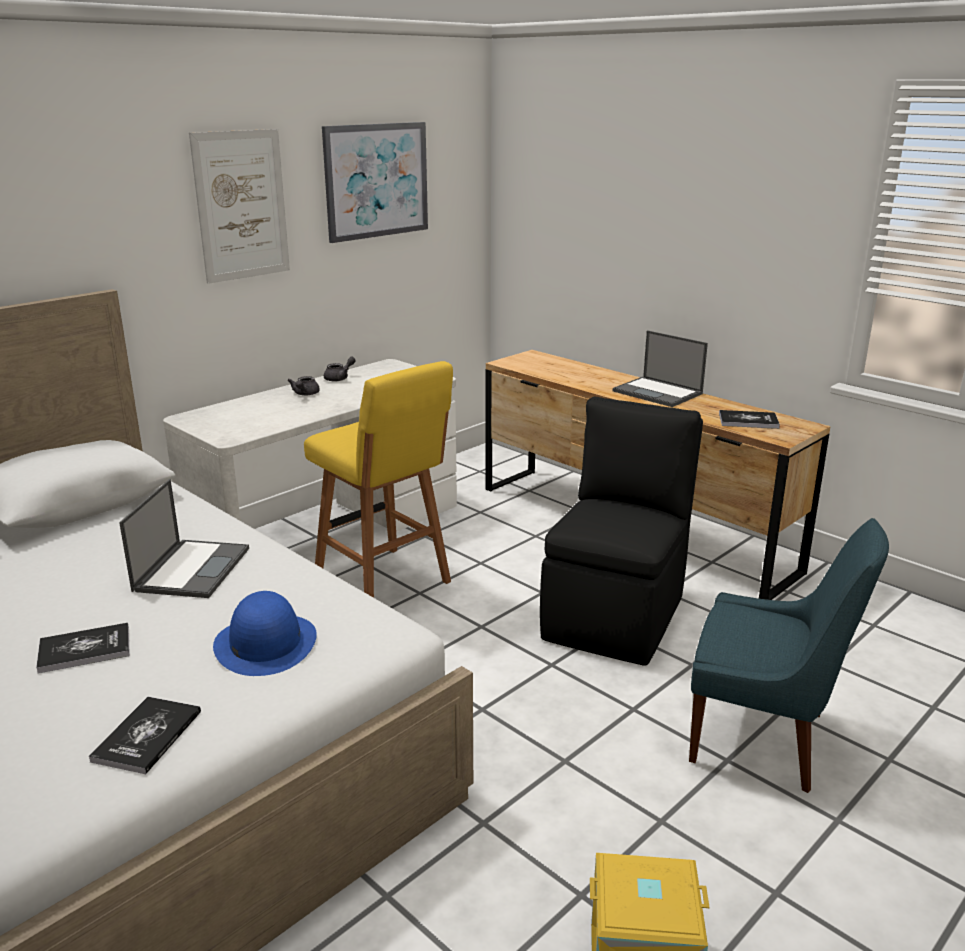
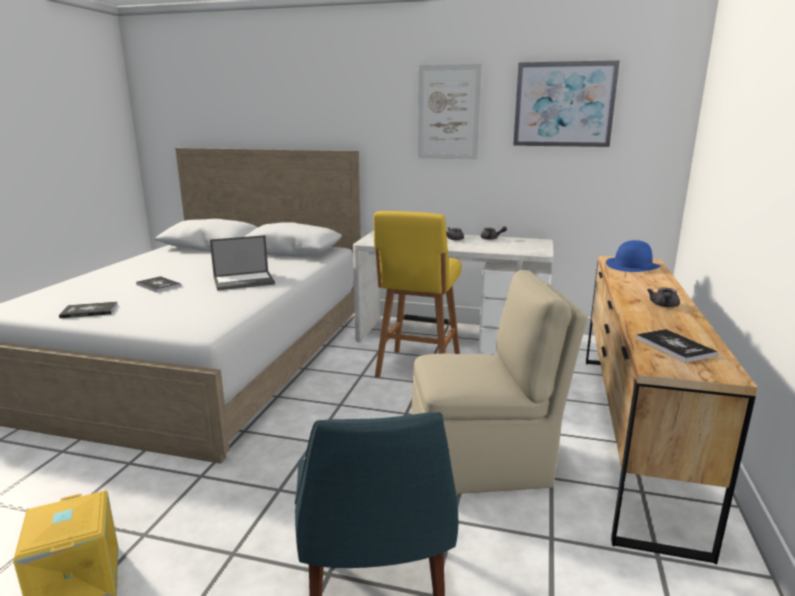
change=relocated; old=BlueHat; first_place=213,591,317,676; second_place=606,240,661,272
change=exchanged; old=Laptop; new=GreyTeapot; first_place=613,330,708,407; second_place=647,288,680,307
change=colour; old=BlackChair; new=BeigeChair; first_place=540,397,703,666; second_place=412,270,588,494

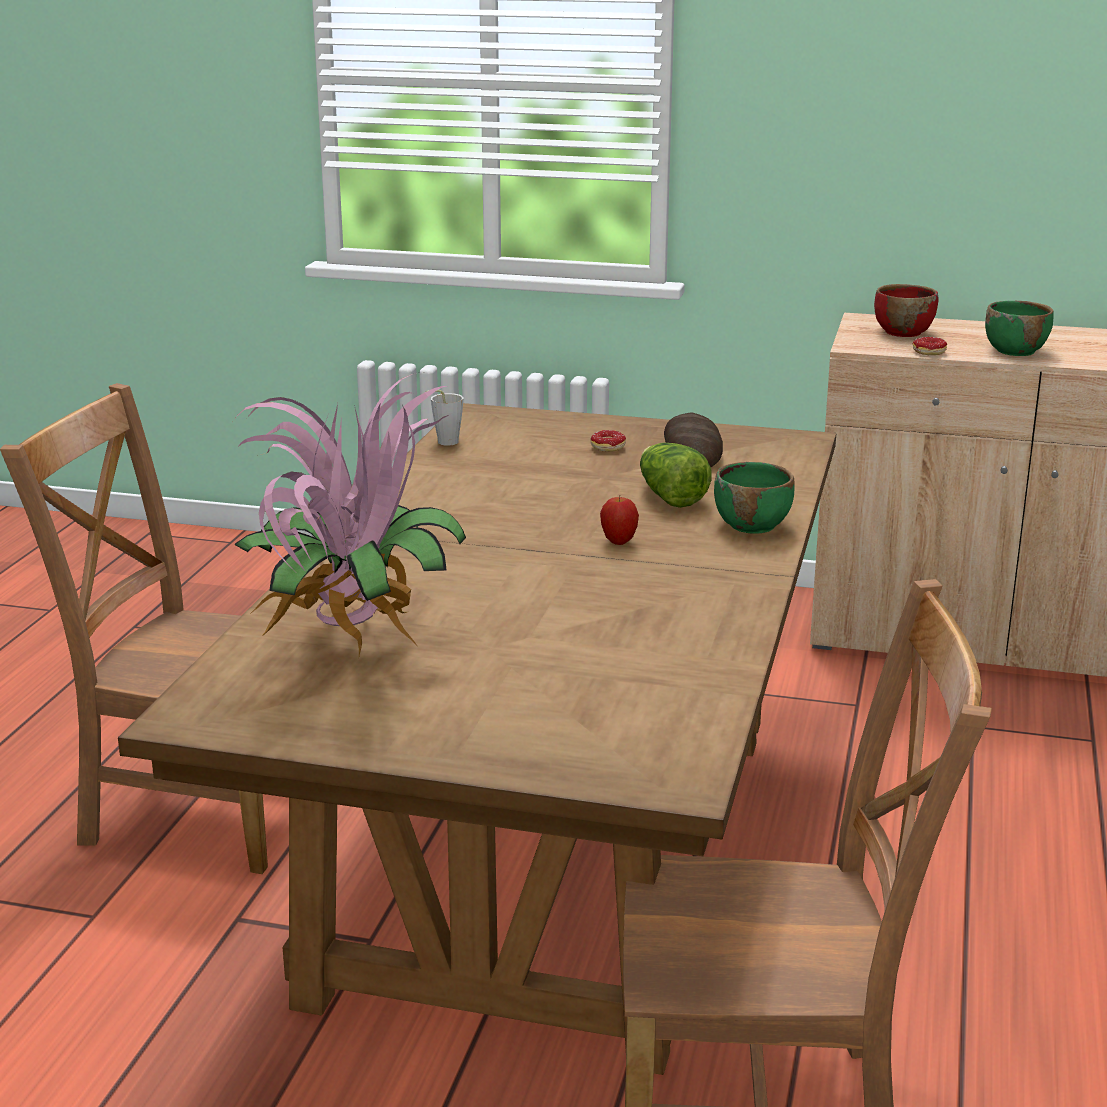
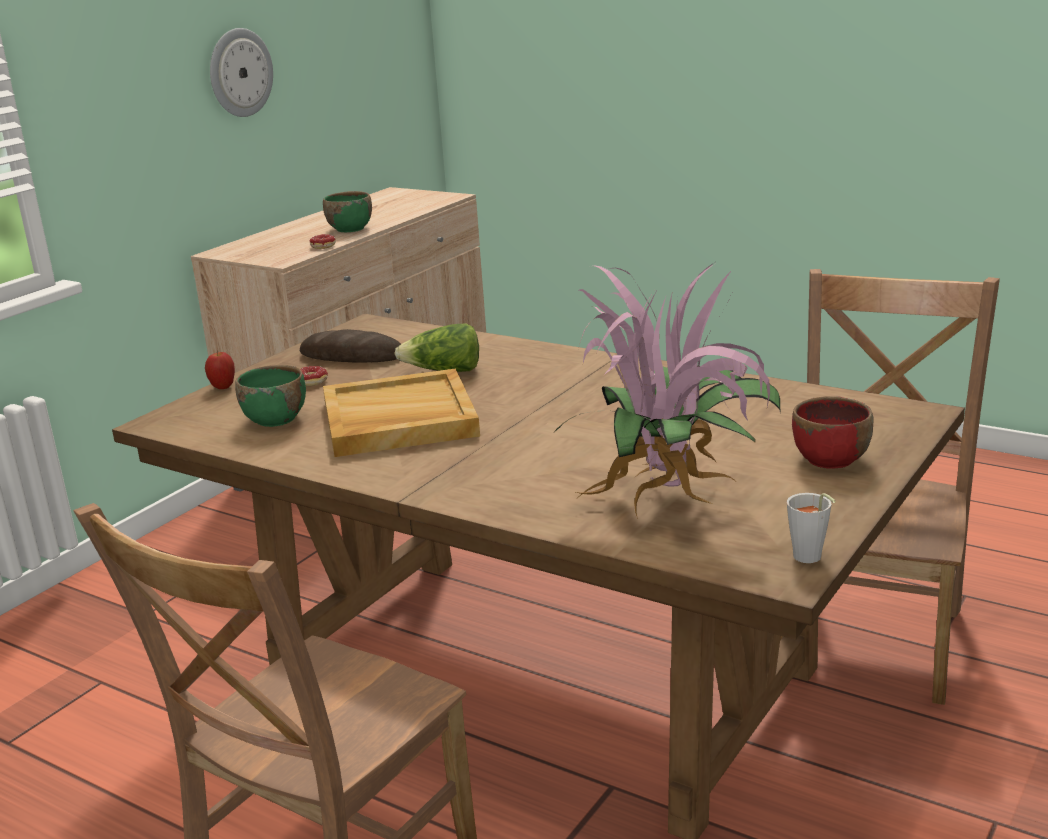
change=appeared; new=WallClock; second_place=210,28,273,117
change=appeared; new=BeigeTray; second_place=323,368,480,457
change=relocated; old=GreyCup; first_place=425,390,463,446; second_place=787,493,836,563
change=relocated; old=Apple; first_place=600,496,639,545; second_place=205,351,235,389
change=relocated; old=GreenBowl; first_place=714,462,794,534; second_place=235,365,306,427
change=relocated; old=RedBowl; first_place=874,284,938,337; second_place=792,396,873,469

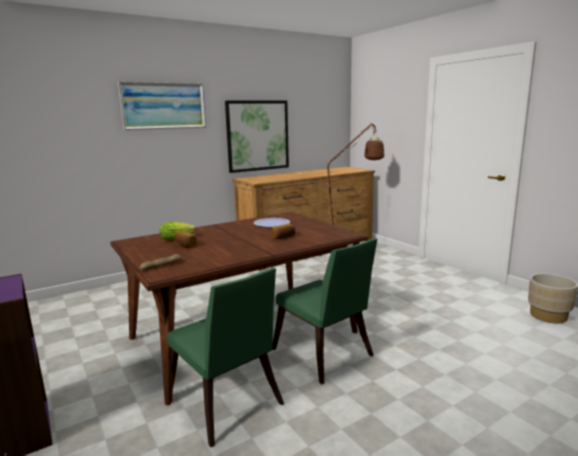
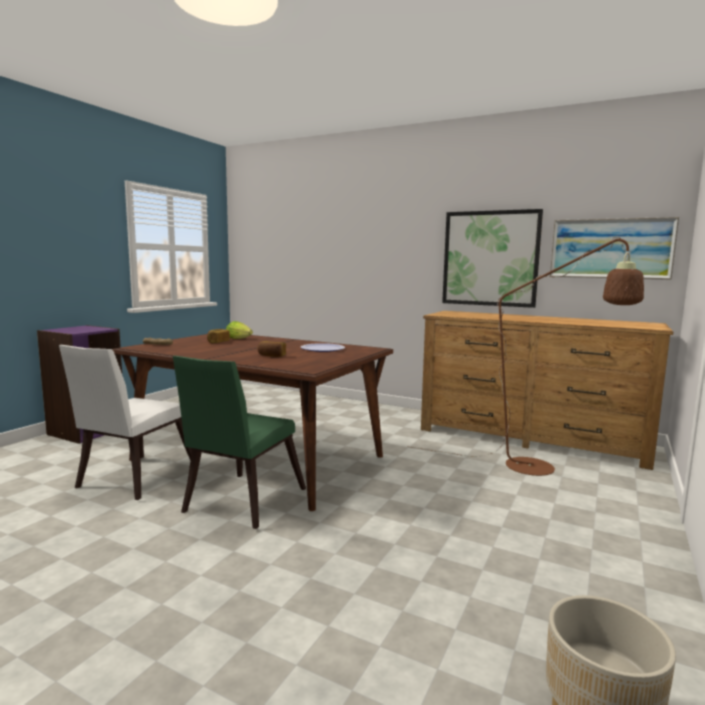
change=relocated; old=Picture; first_place=118,82,206,130; second_place=550,217,679,280
change=colour; old=GreenChair; new=WhiteChair; first_place=167,268,284,447; second_place=59,345,192,500

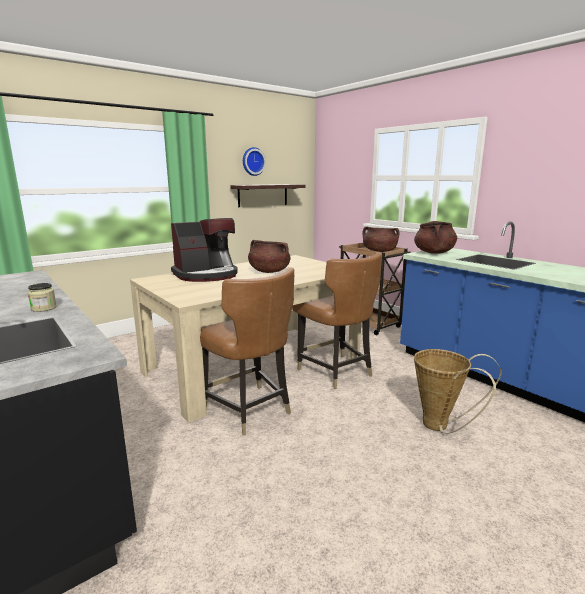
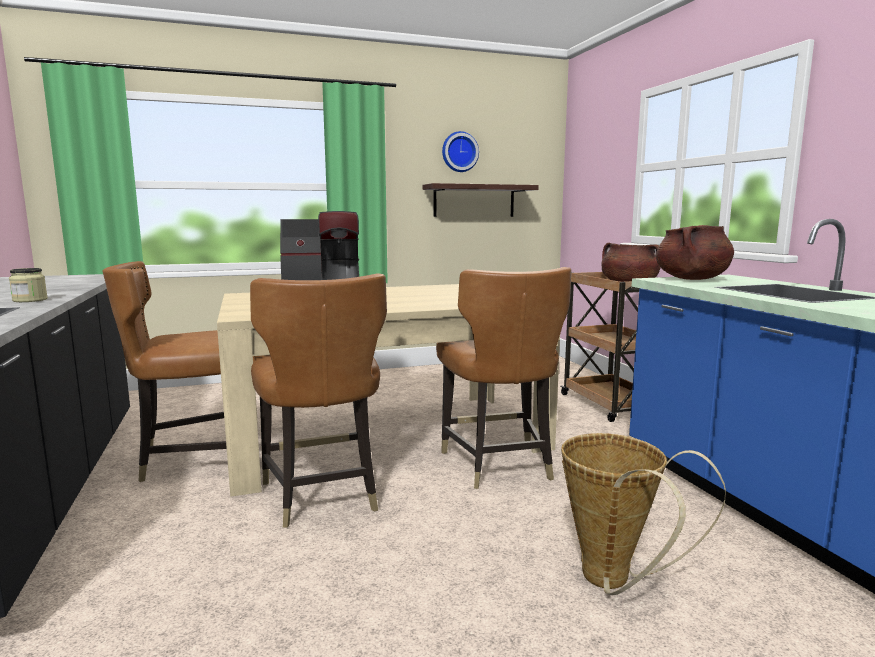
change=missing; old=BrownCookingPot; first_place=248,240,290,273
change=appeared; new=BrownChair; second_place=103,261,227,482

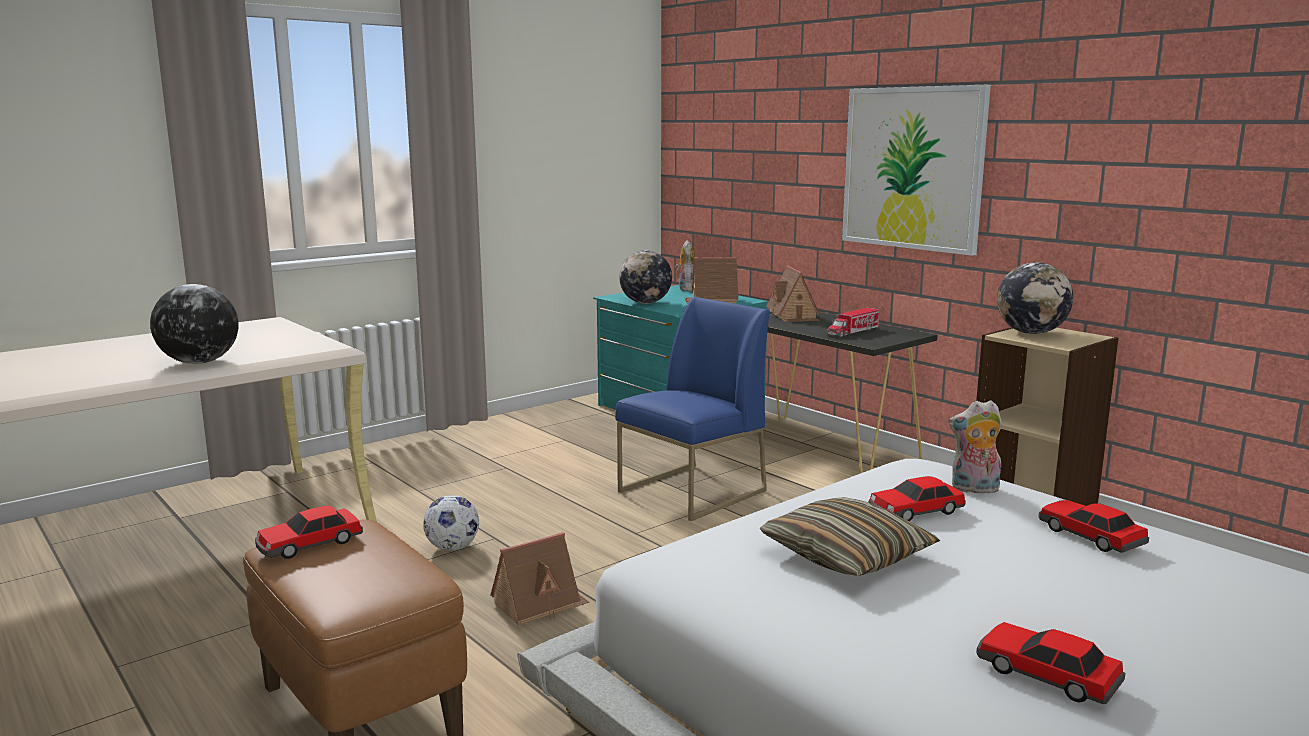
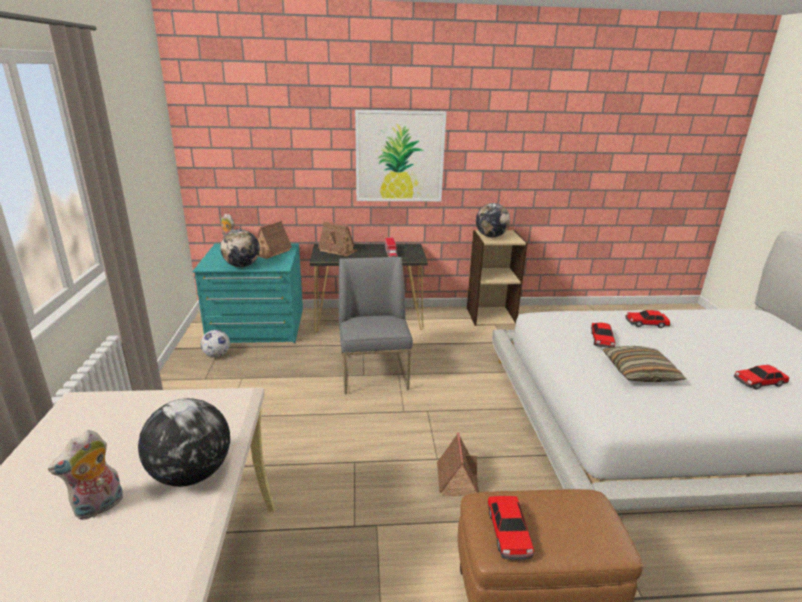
change=relocated; old=Football; first_place=423,495,479,551; second_place=201,330,230,357
change=relocated; old=PlushToy; first_place=948,400,1002,493; second_place=48,430,123,520
change=colour; old=BlueChair; new=GreyChair; first_place=615,297,769,521; second_place=339,257,413,394

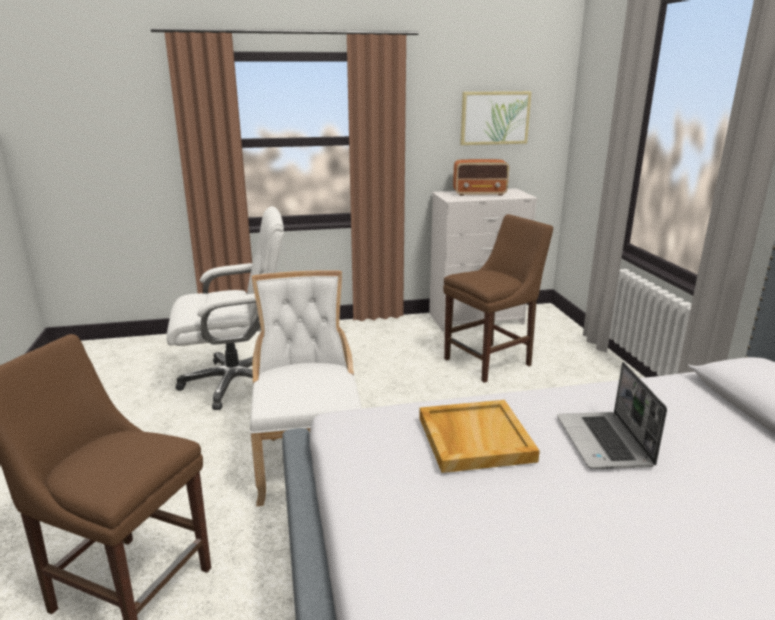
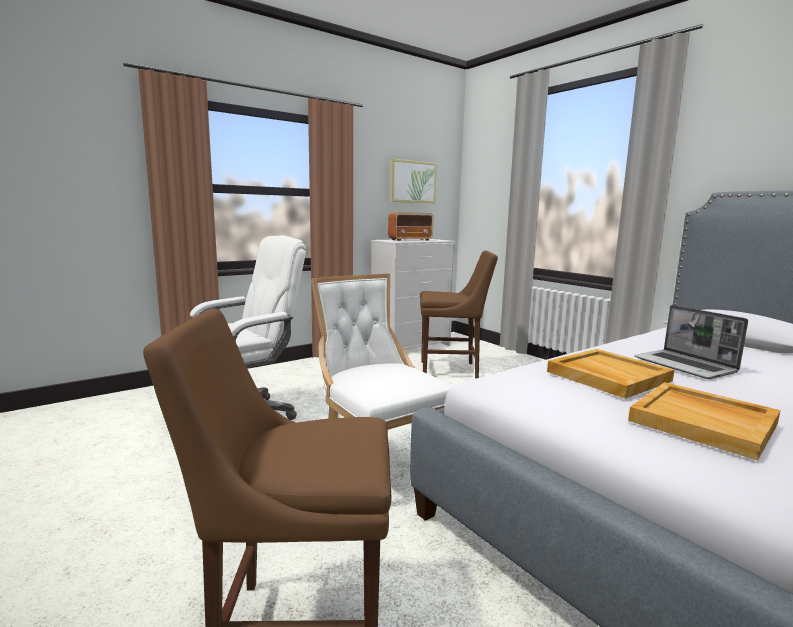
change=appeared; new=BeigeTray; second_place=628,382,781,461
change=spun; old=BrownChair; first_place=443,214,553,383; second_place=420,251,498,379; degrees=60

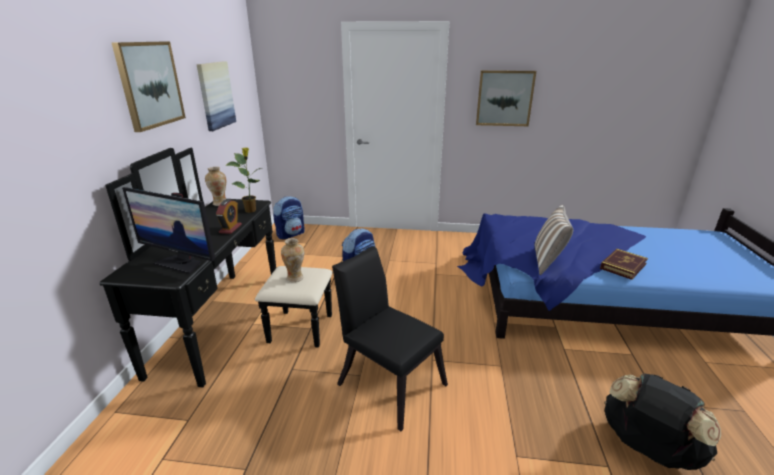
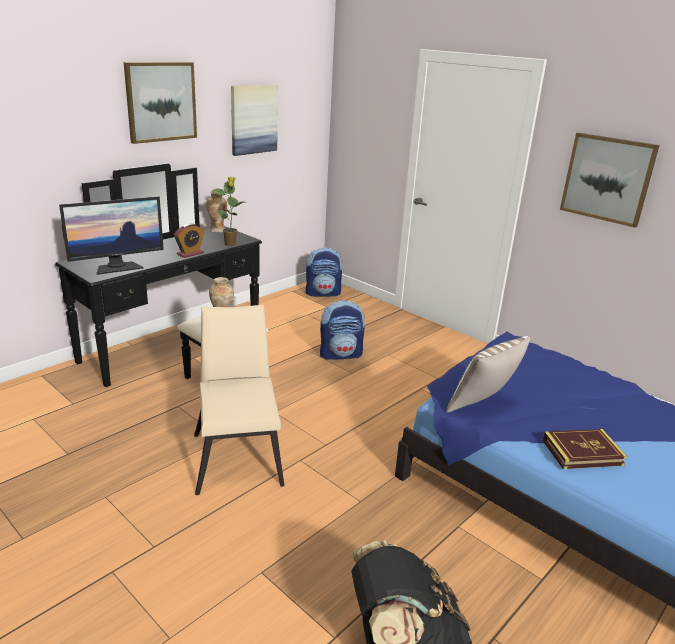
change=colour; old=BlackChair; new=BeigeChair; first_place=332,246,448,431; second_place=194,305,284,495
change=spun; old=Monitor; first_place=122,187,215,274; second_place=59,196,164,275; degrees=-90

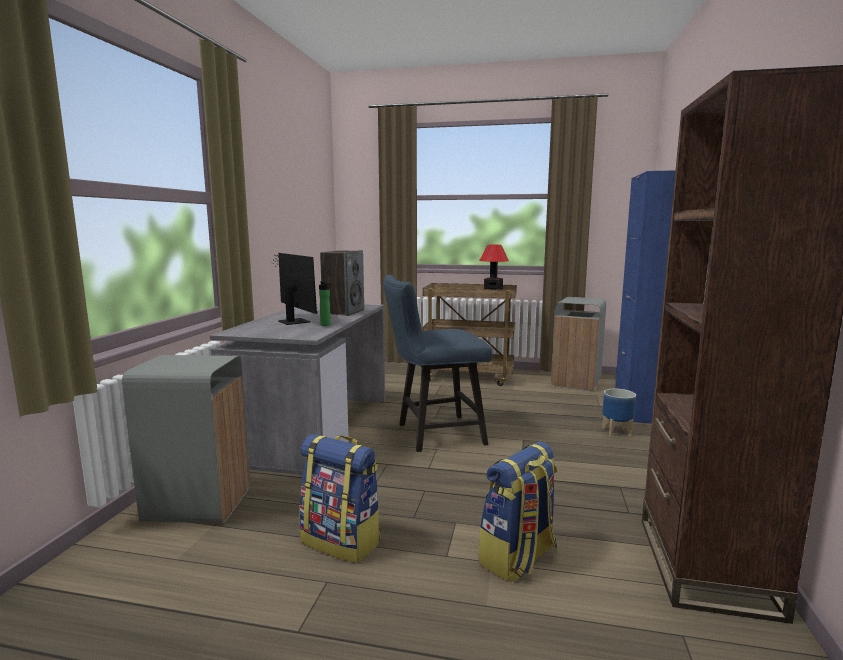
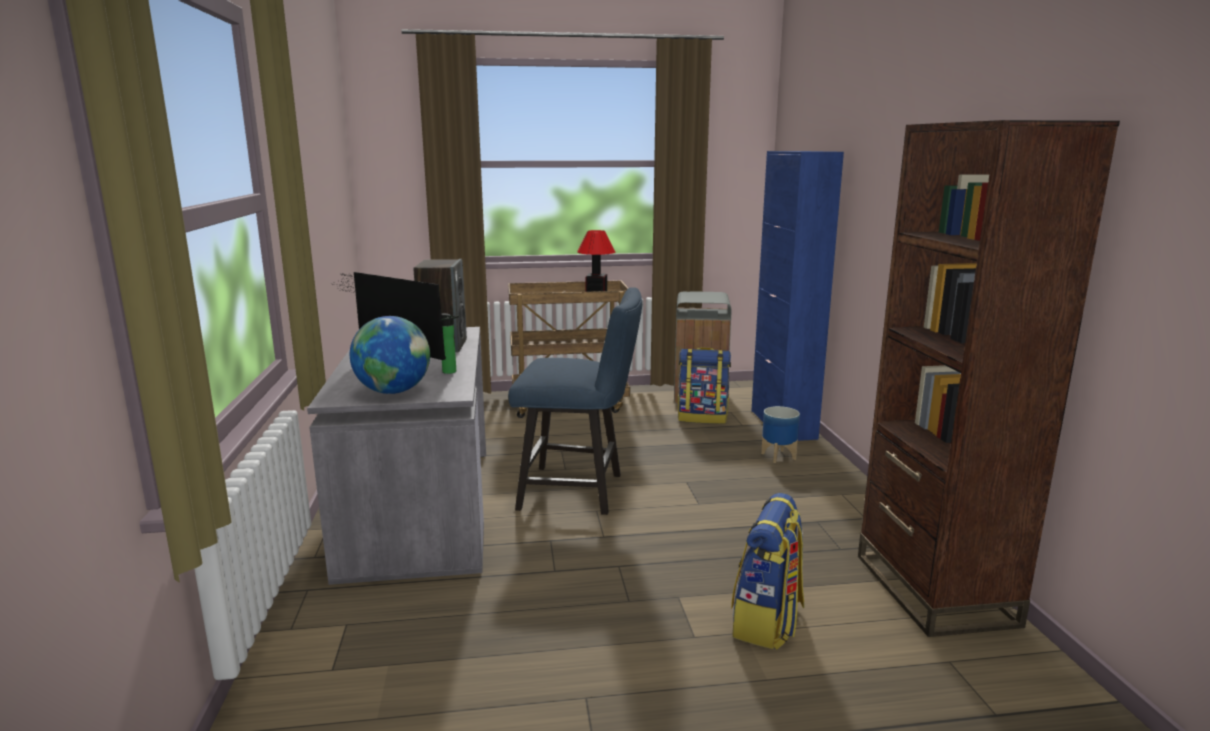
change=missing; old=GreyTrashCan; first_place=122,355,250,523
change=appeared; new=Globe; second_place=350,316,430,394
change=relocated; old=Backpack; first_place=299,434,381,563; second_place=678,347,731,424
change=spun; old=BlueChair; first_place=383,275,493,452; second_place=508,287,642,515; degrees=-135

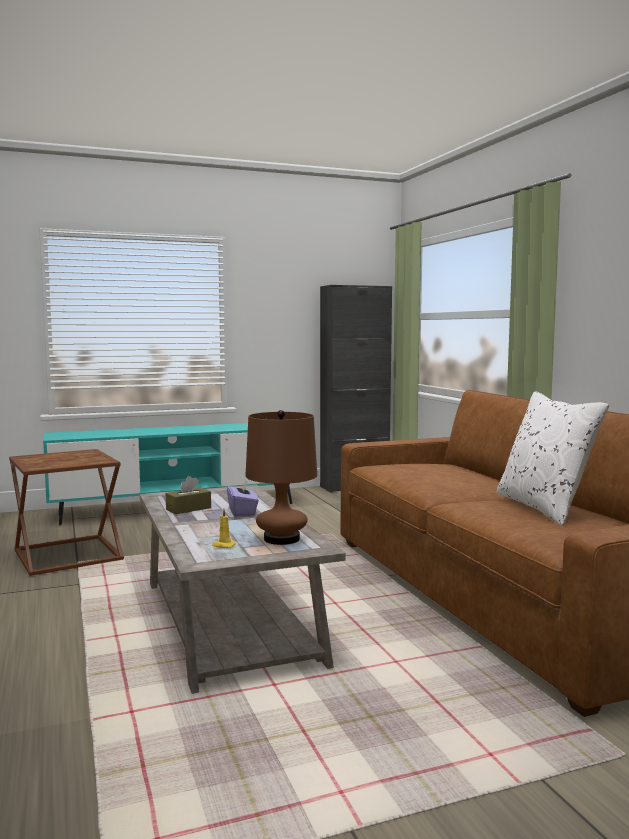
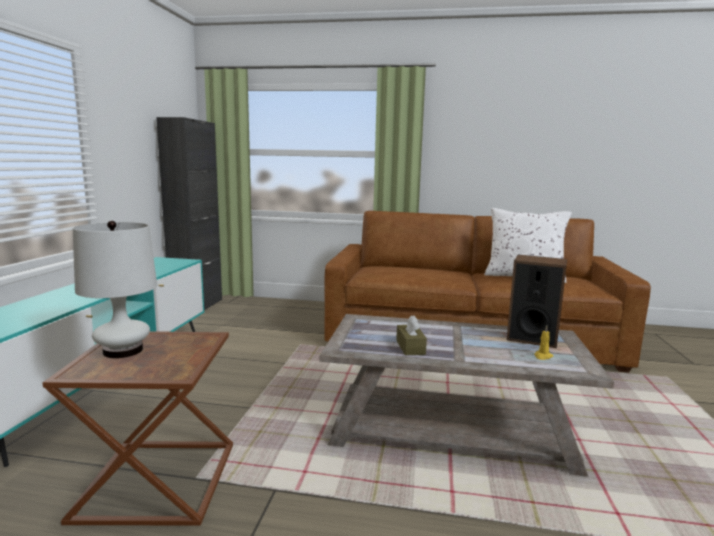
change=missing; old=PurpleTissueBox; first_place=227,480,259,517
change=appeared; new=WhiteTableLamp; second_place=73,221,157,358
change=exchanged; old=BrownTableLamp; new=Speaker; first_place=245,410,317,545; second_place=506,255,567,348

